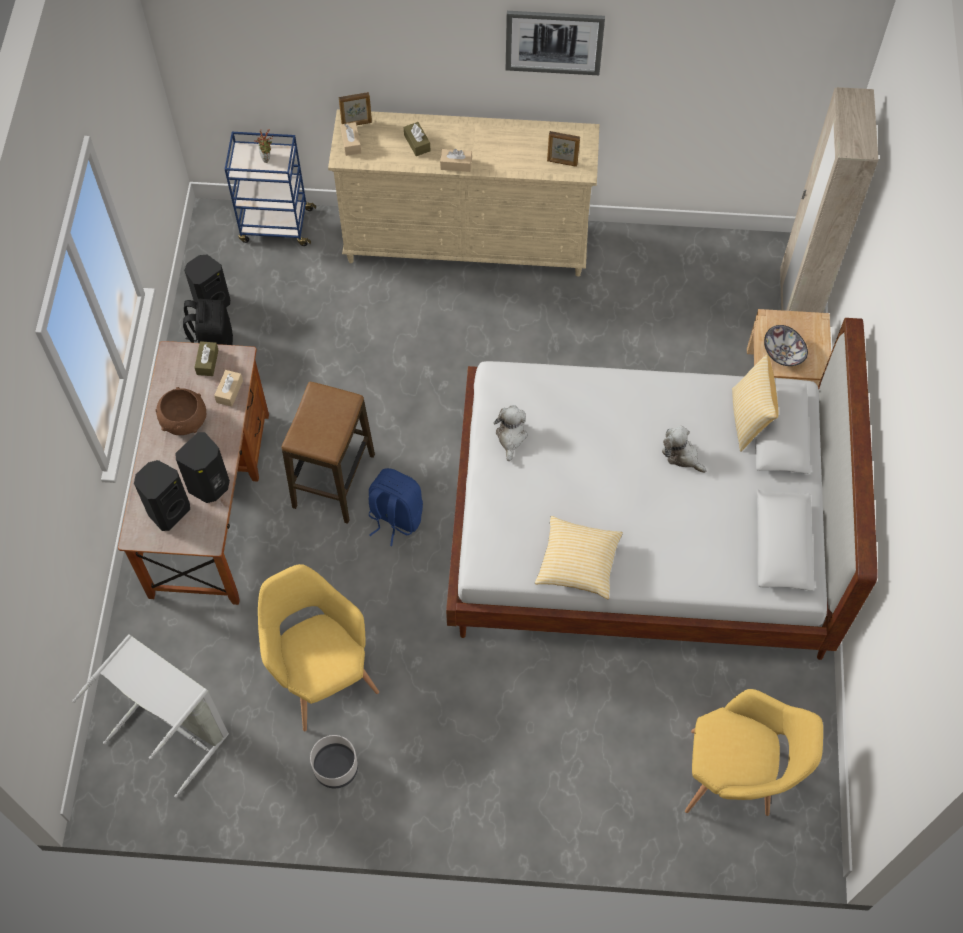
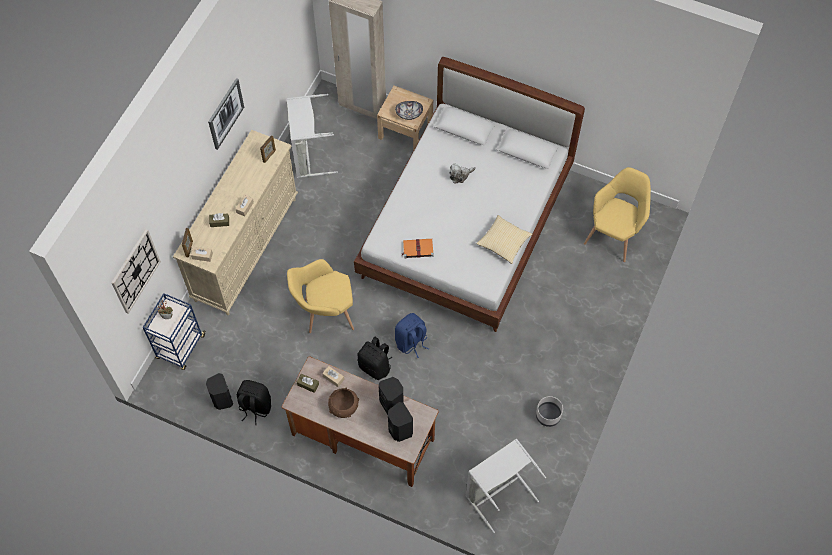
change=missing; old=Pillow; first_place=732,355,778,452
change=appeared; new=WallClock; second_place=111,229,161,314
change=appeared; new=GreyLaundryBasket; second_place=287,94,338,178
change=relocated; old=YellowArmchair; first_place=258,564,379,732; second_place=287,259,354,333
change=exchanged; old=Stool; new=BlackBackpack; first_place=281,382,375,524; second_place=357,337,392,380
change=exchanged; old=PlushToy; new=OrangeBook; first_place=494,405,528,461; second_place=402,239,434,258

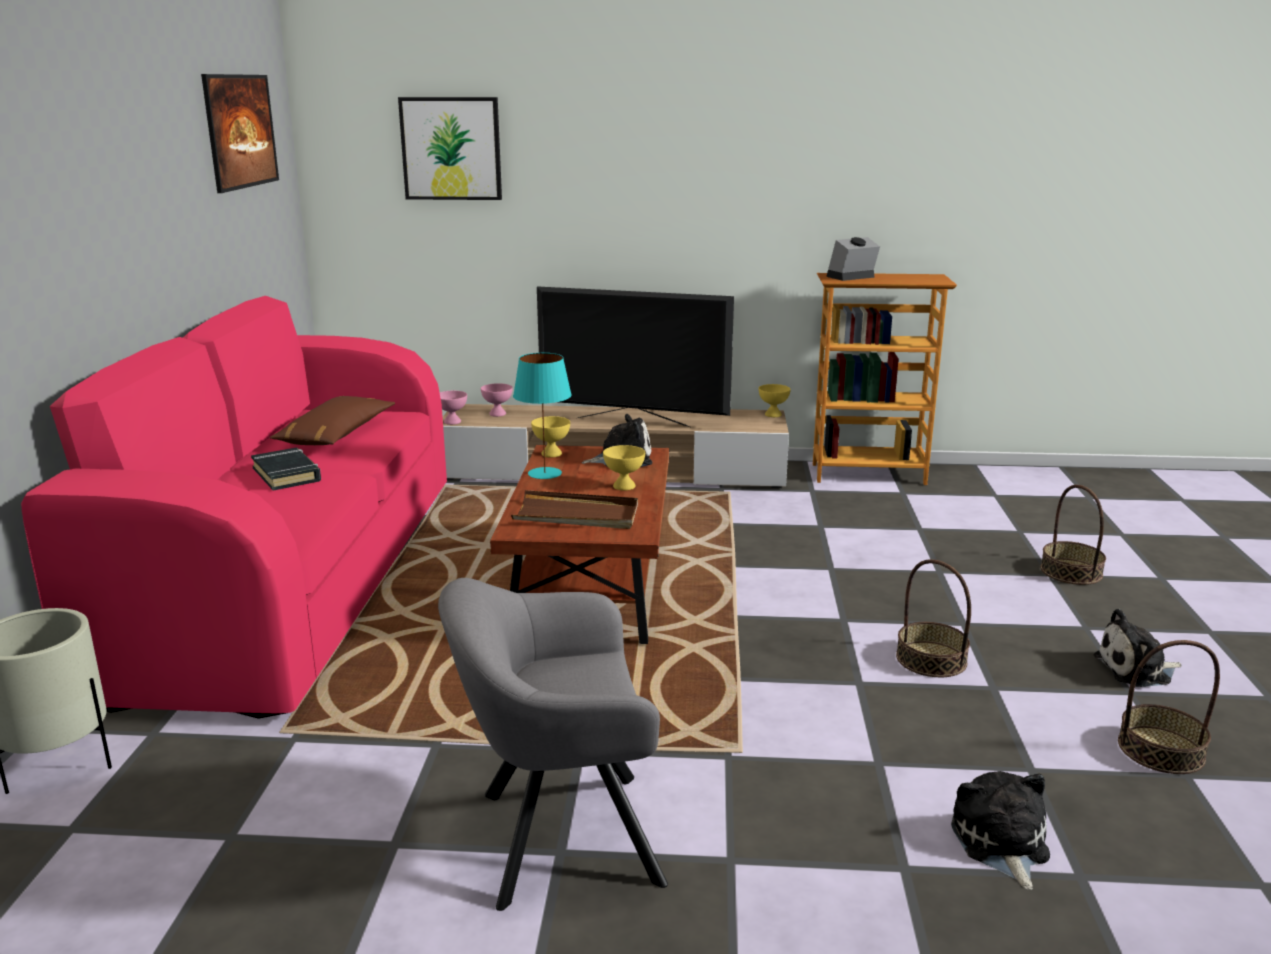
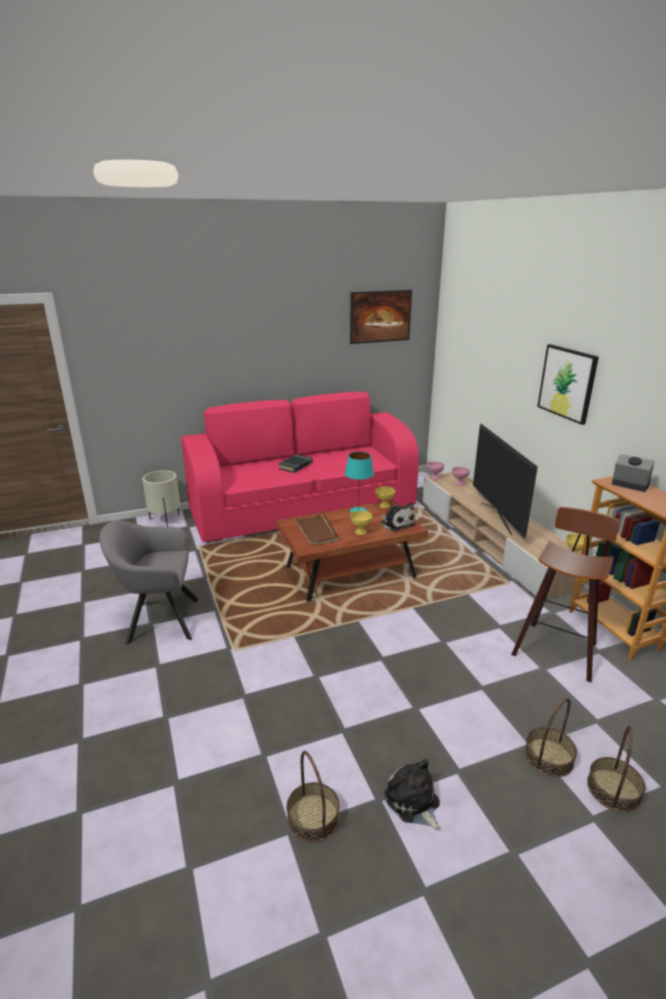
change=missing; old=BrownPillow; first_place=270,396,395,445
change=missing; old=PlushToy; first_place=951,771,1050,890
change=appeared; new=Stool; second_place=511,507,620,682
change=relocated; old=Picture; first_place=398,97,502,200; second_place=537,344,599,425
change=relocated; old=Basket; first_place=896,559,971,677; second_place=587,726,645,813
change=spun; old=GreyArmchair; first_place=438,578,668,911; second_place=99,520,199,644; degrees=-60

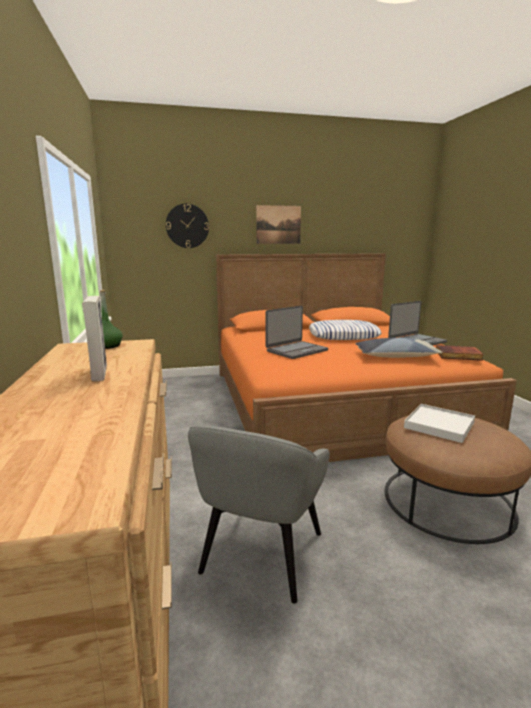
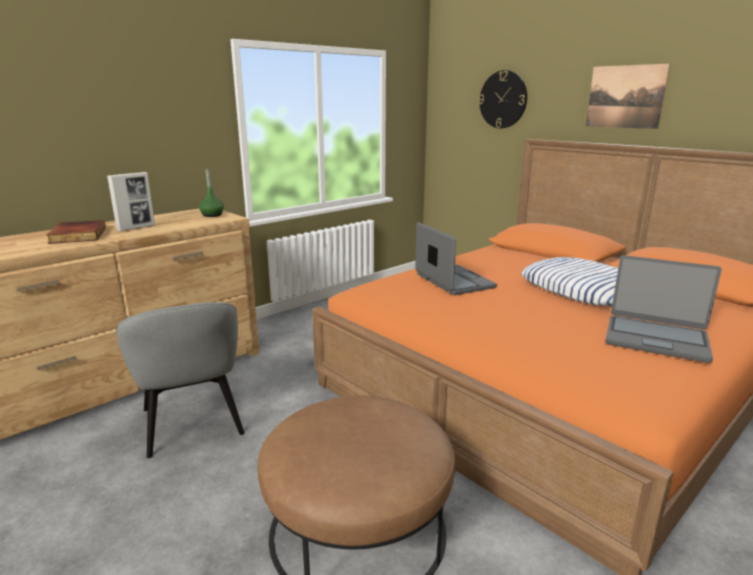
change=missing; old=Pillow; first_place=356,338,442,358
change=missing; old=WhiteTray; first_place=404,404,475,443
change=relocated; old=Book; first_place=436,345,484,361; second_place=46,220,106,244
change=spun; old=GreyArmchair; first_place=188,425,330,604; second_place=116,302,244,458; degrees=-105
change=spun; old=Laptop; first_place=266,306,328,359; second_place=415,222,497,295; degrees=-135

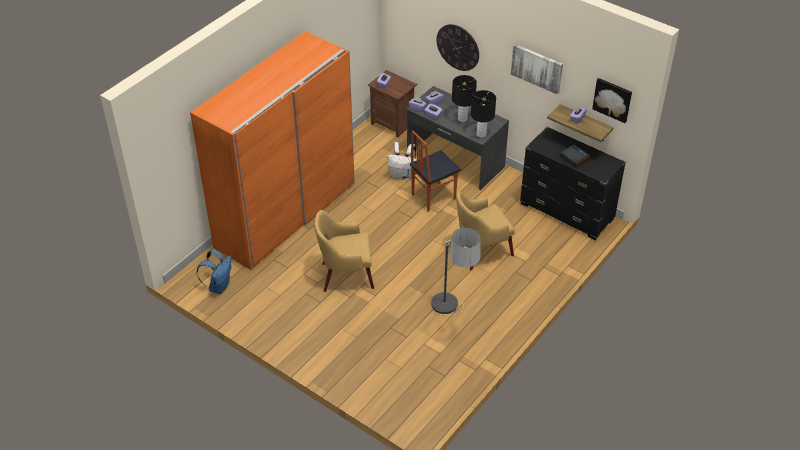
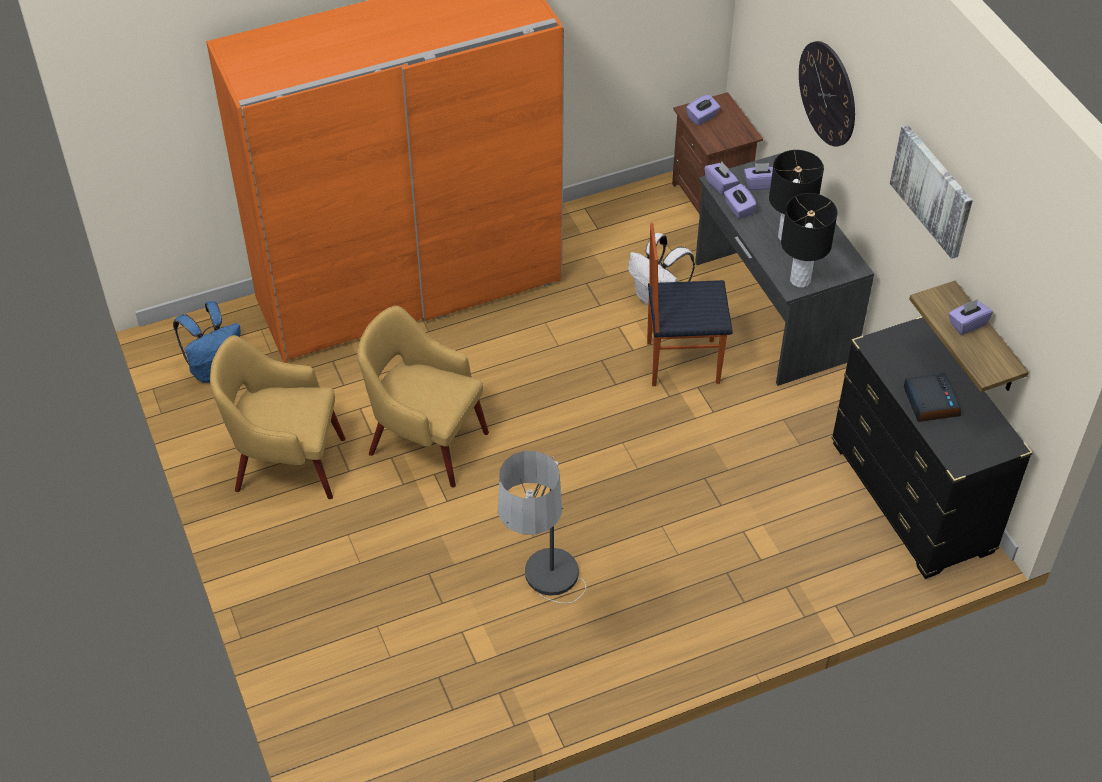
change=missing; old=Picture; first_place=592,78,632,123
change=relocated; old=YellowArmchair; first_place=456,192,515,270; second_place=210,335,346,499

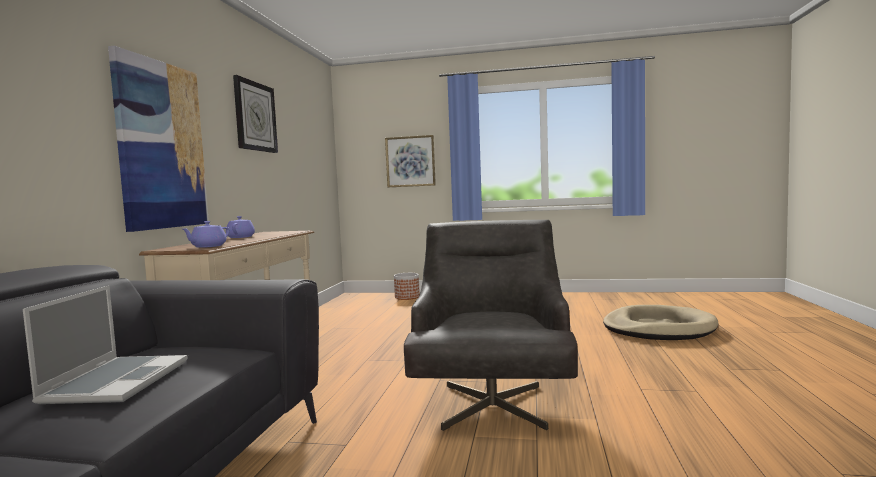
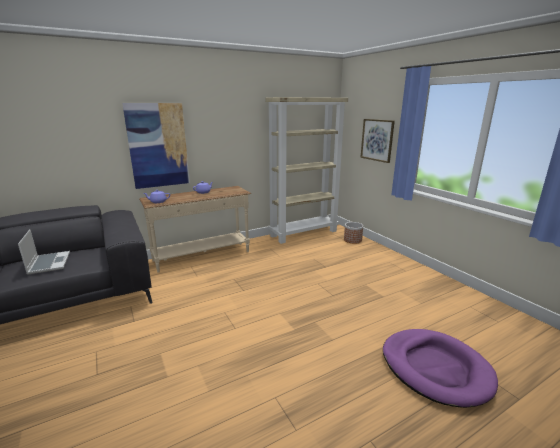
change=missing; old=WallClock; first_place=233,75,278,153
change=missing; old=GreyArmchair; first_place=404,220,578,431
change=appeared; new=BeigeBookcase; second_place=265,97,348,244
change=colour; old=BeigeDogBed; new=PurpleDogBed; first_place=603,305,719,340; second_place=383,329,498,408
change=spun; old=Laptop; first_place=23,285,187,404; second_place=18,229,70,274; degrees=-75

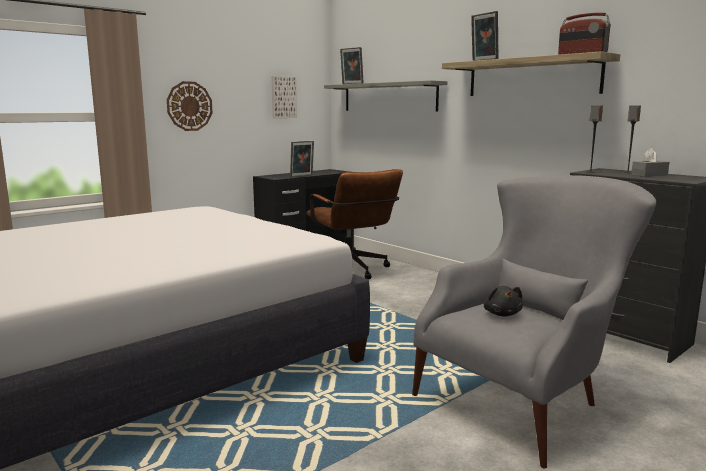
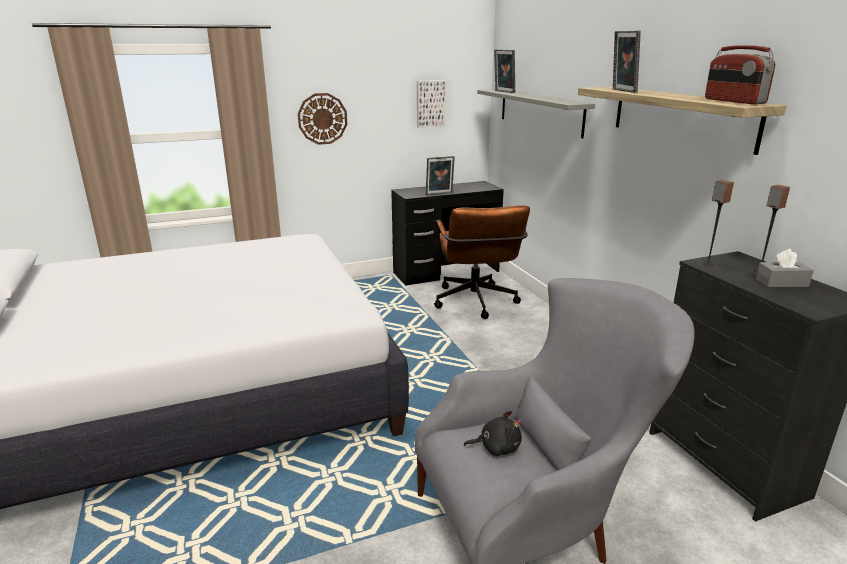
change=spun; old=BlackPlushToy; first_place=484,286,523,317; second_place=464,411,522,456; degrees=-105

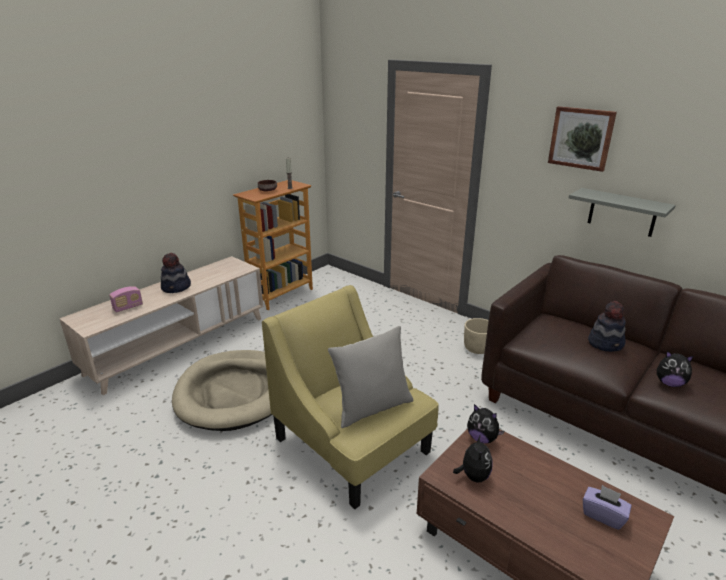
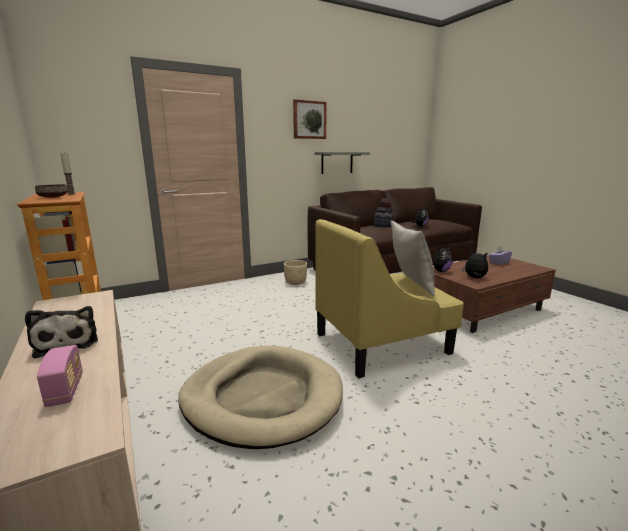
change=exchanged; old=Hat; new=PlushToy; first_place=161,253,191,293; second_place=25,306,98,359

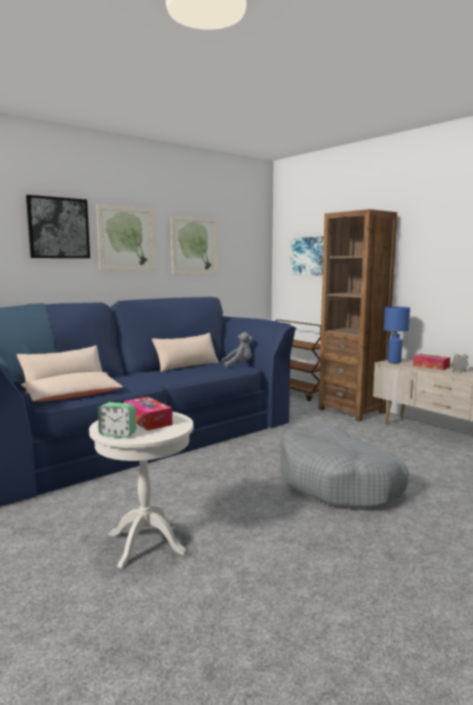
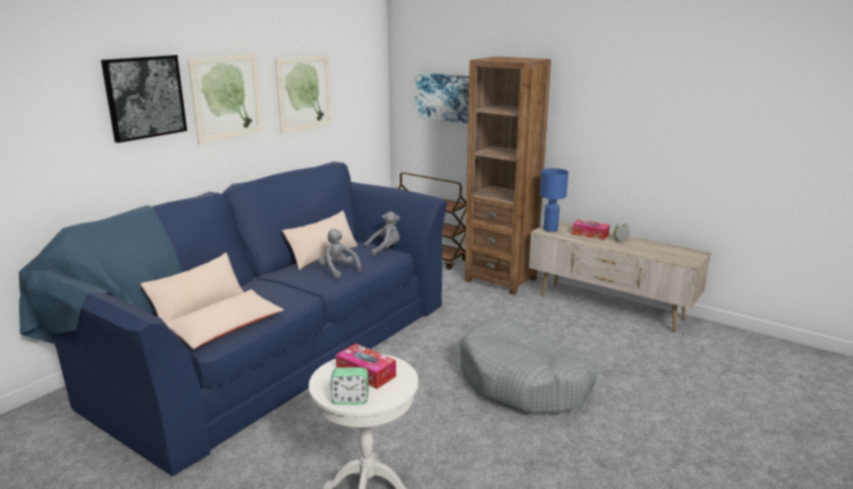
change=appeared; new=GreyPlushToy; second_place=318,229,361,279

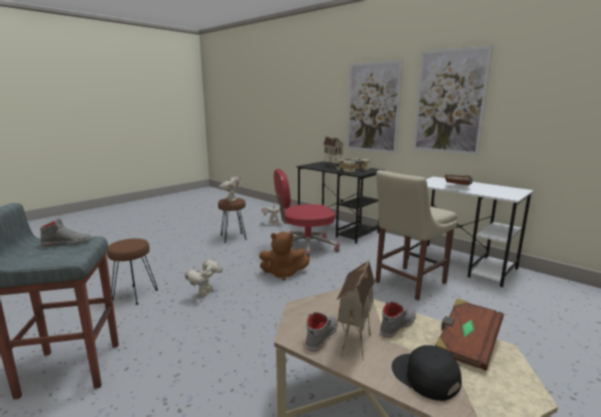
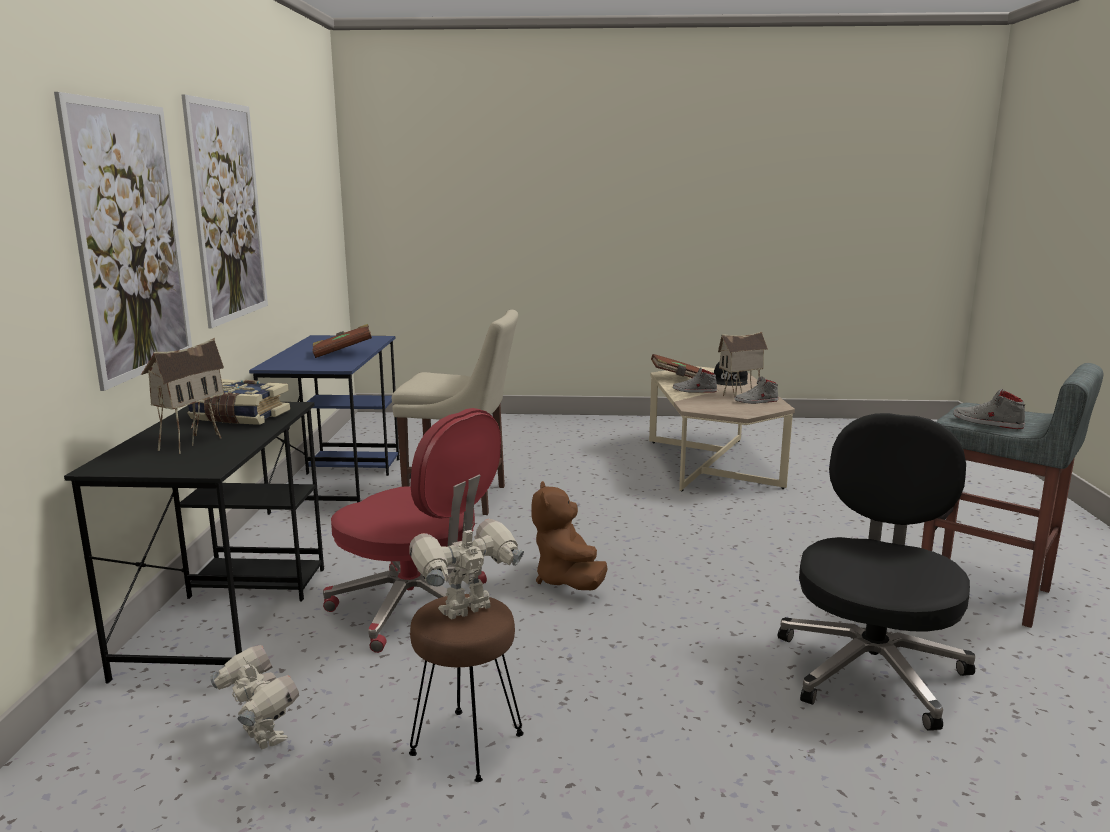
change=missing; old=ToyRobot; first_place=185,260,223,297
change=exchanged; old=BrownStool; new=BlackOfficeChair; first_place=107,238,158,305; second_place=778,413,975,731
change=colour; old=WhiteDesk; new=BlueDesk; first_place=408,176,534,287; second_place=249,335,399,515
change=spun; old=BrownPlushToy; first_place=259,232,310,281; second_place=531,481,608,590; degrees=-150

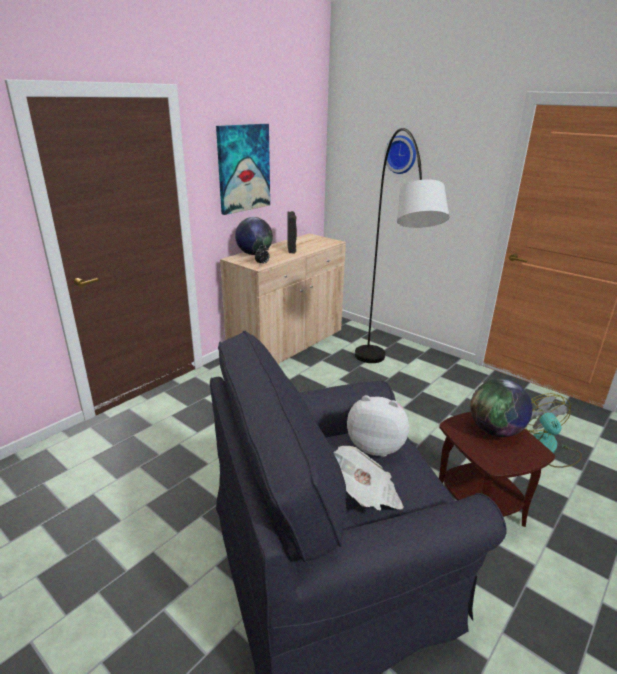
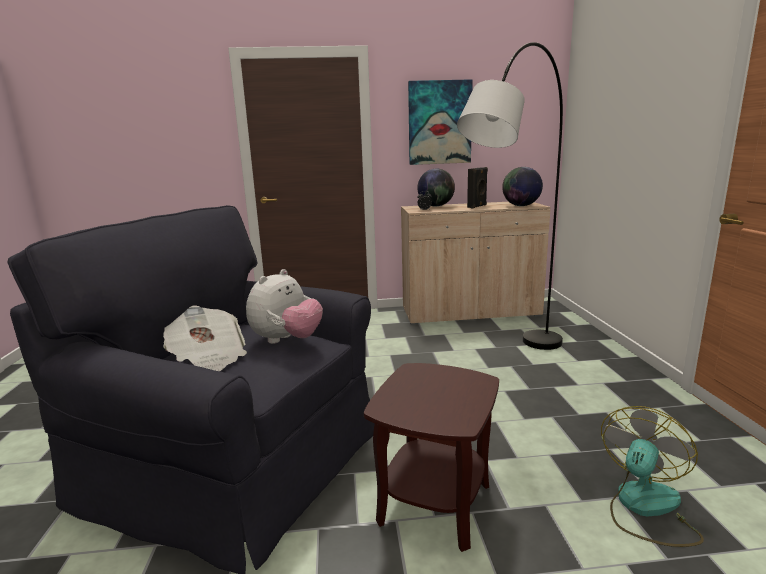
change=missing; old=WallClock; first_place=384,135,416,174
change=relocated; old=Globe; first_place=470,379,532,437; second_place=502,167,543,206
change=spun; old=PlushToy; first_place=347,395,409,457; second_place=246,269,323,344; degrees=60

